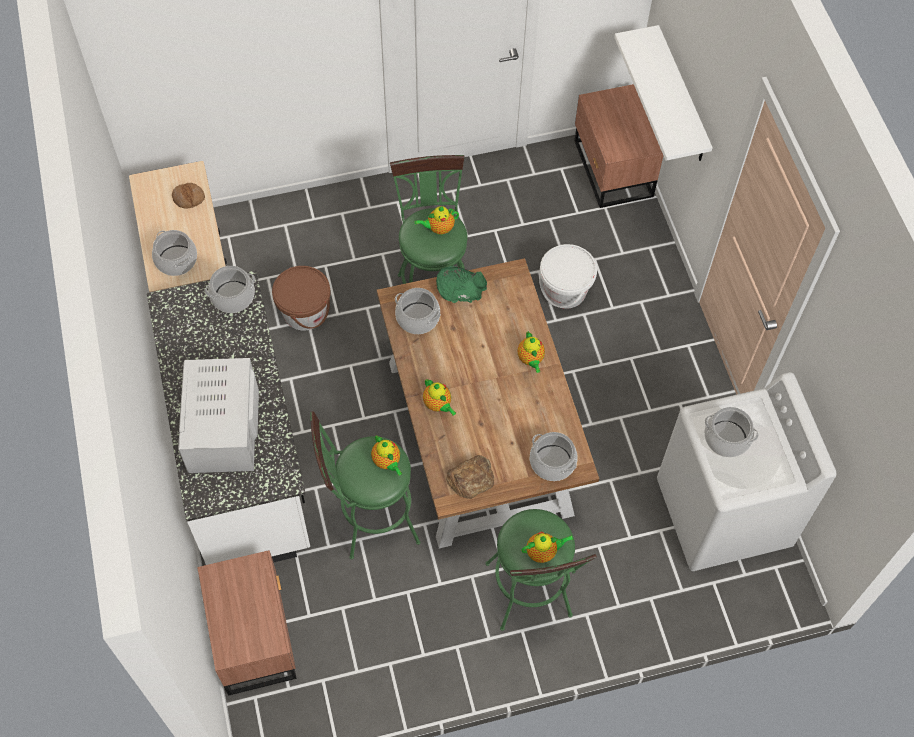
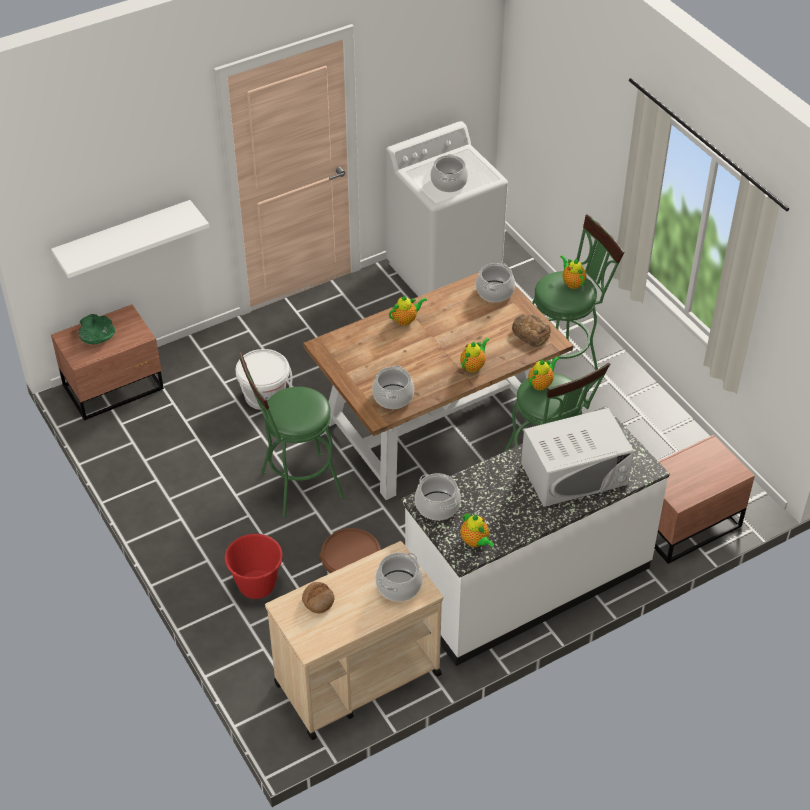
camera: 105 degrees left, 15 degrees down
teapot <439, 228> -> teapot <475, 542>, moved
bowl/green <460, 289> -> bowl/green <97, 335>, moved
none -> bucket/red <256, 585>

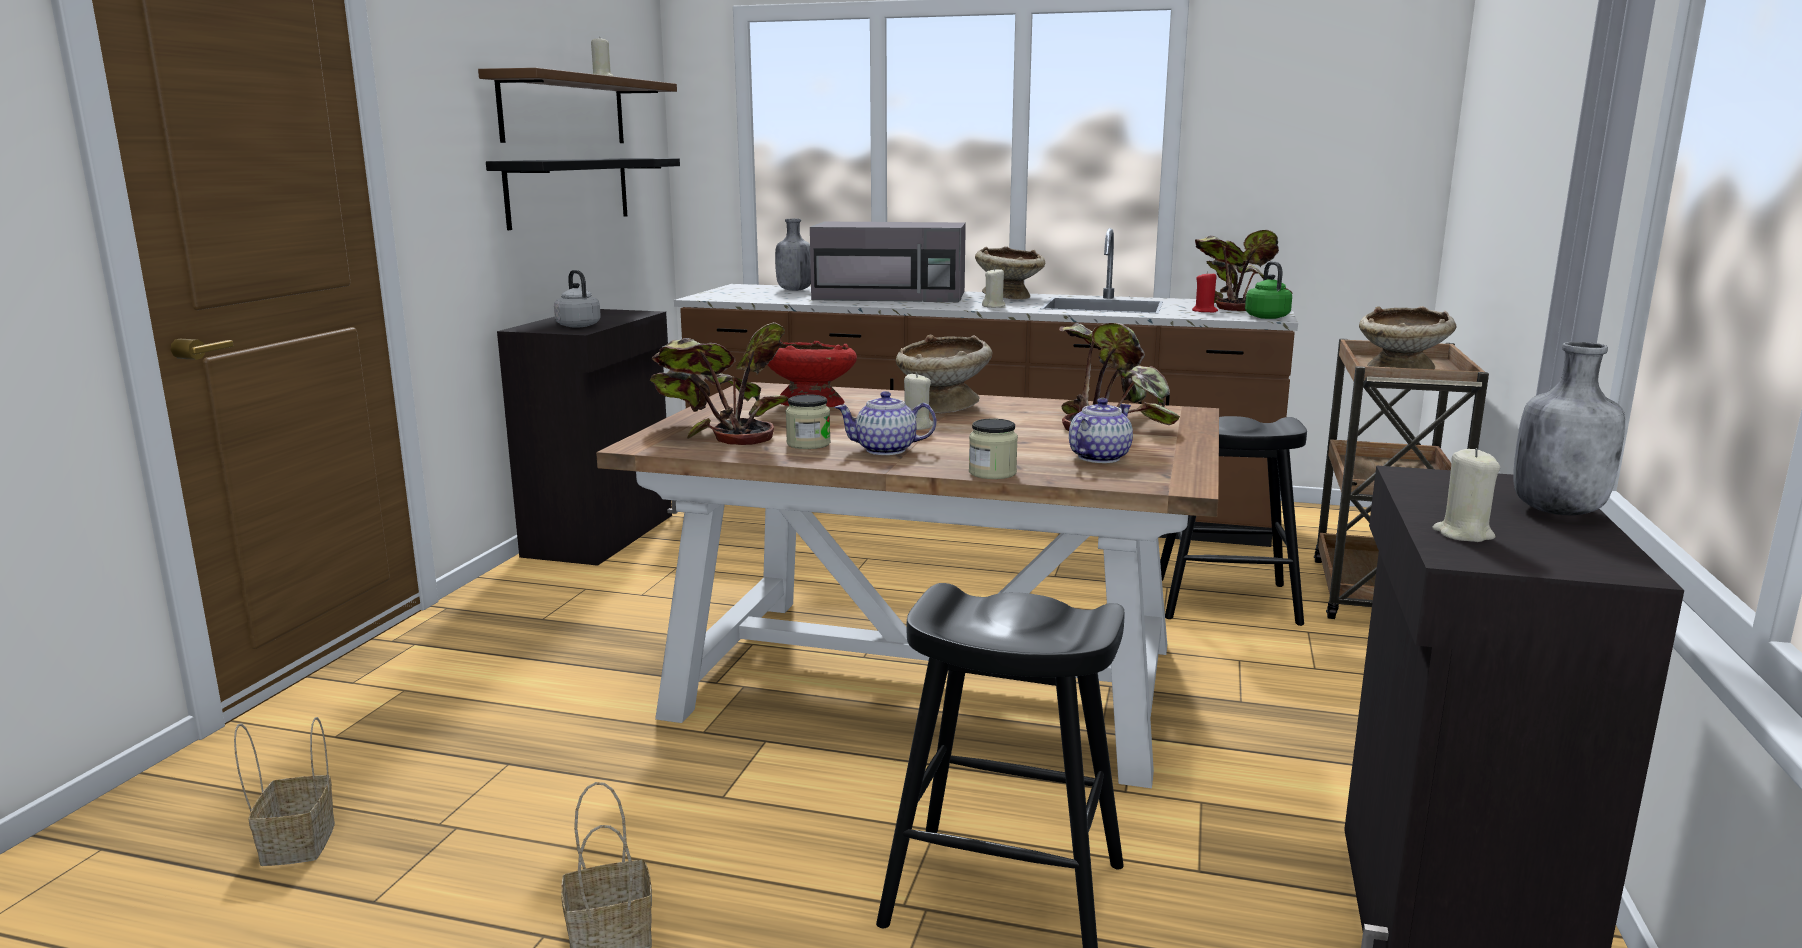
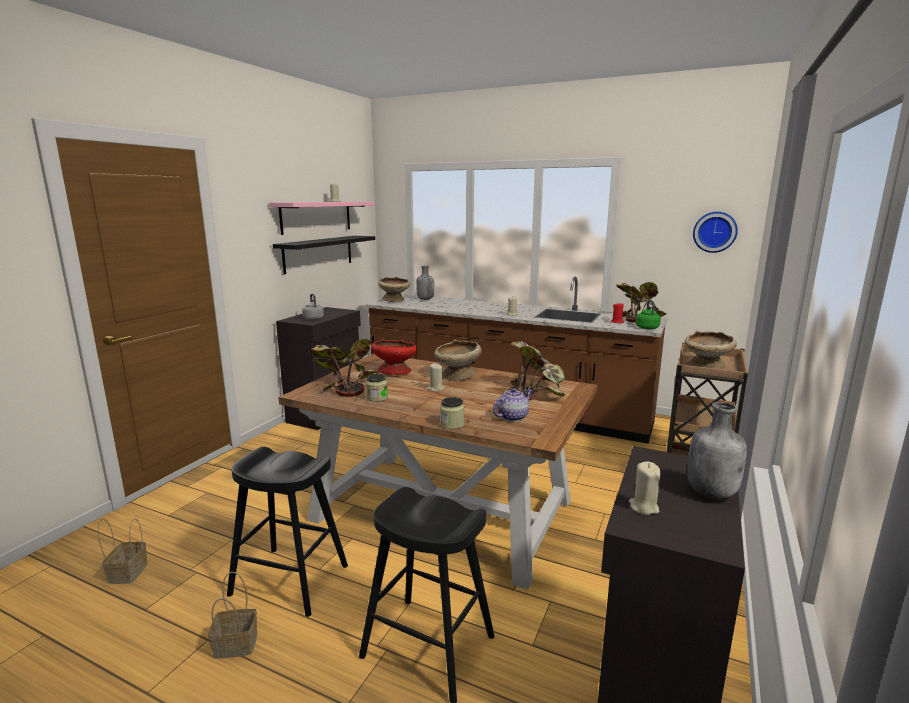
camera: 10 degrees right, 0 degrees up
shelf/brown <564, 110> -> shelf/pink <316, 217>
microwave/grey <892, 295> -> none
bowl/beige <1009, 297> -> bowl/beige <394, 300>, moved
teapot <886, 450> -> none
stool/black <1226, 601> -> stool/black <290, 580>, moved
none -> wall clock <714, 232>

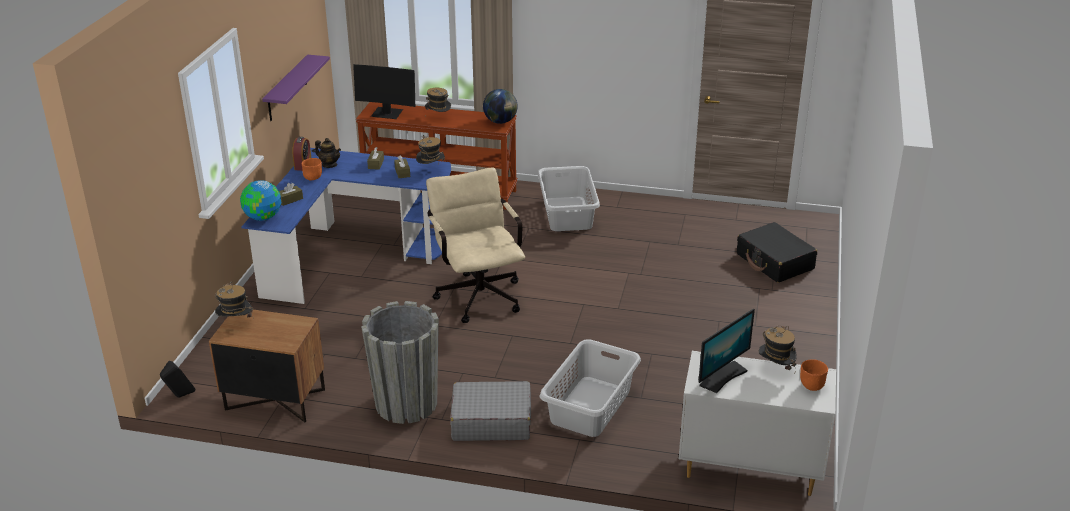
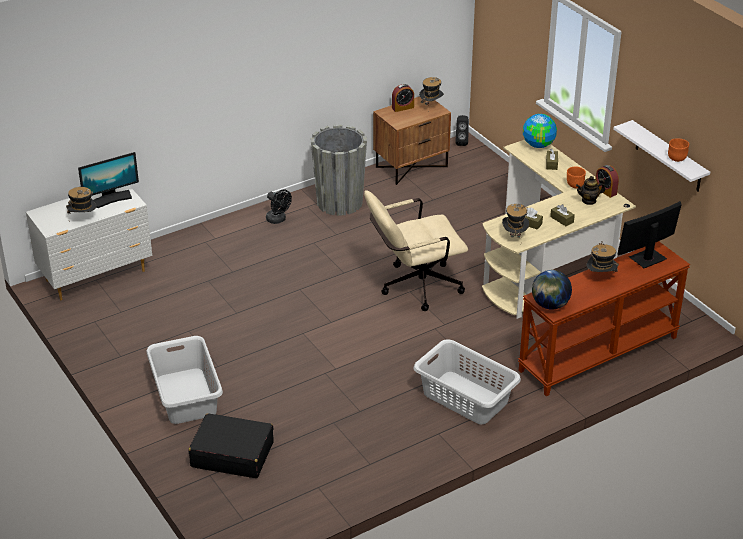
camera: 135 degrees right, 5 degrees up
shelf/purple <287, 88> -> shelf/white <668, 157>
desk/blue <350, 254> -> desk/beige <549, 263>
office chair/beige <478, 293> -> office chair/beige <414, 287>, 135 degrees clockwise
monitor <722, 376> -> monitor <111, 199>, 120 degrees counterclockwise
laundry basket/grey <589, 406> -> laundry basket/grey <187, 395>, moved
bowl/orange <811, 386> -> bowl/orange <676, 158>, moved
suitcase/grey <491, 421> -> fan/black <278, 220>
none -> alarm clock <402, 107>

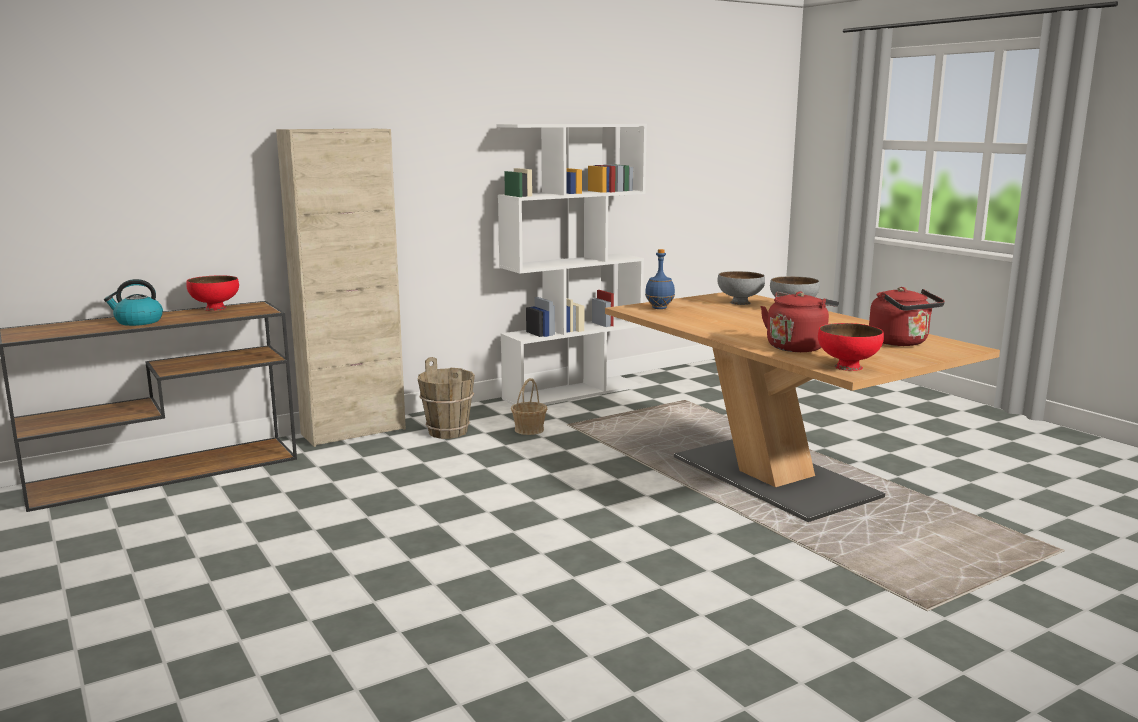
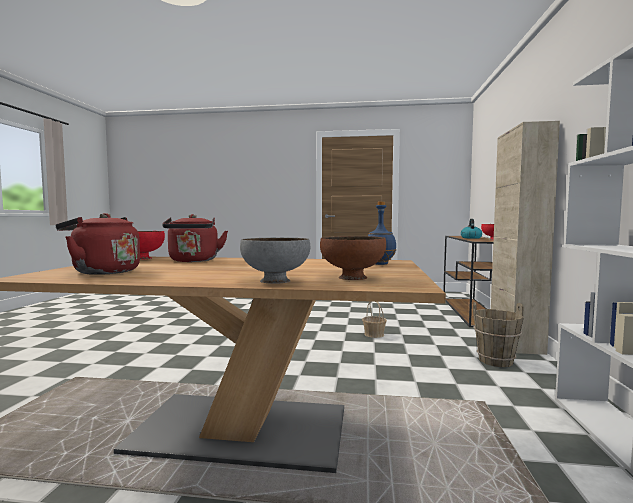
camera: 130 degrees right, 10 degrees down
bowl/grey <739, 303> -> bowl/brown <352, 277>
basket <529, 430> -> basket <374, 334>, moved

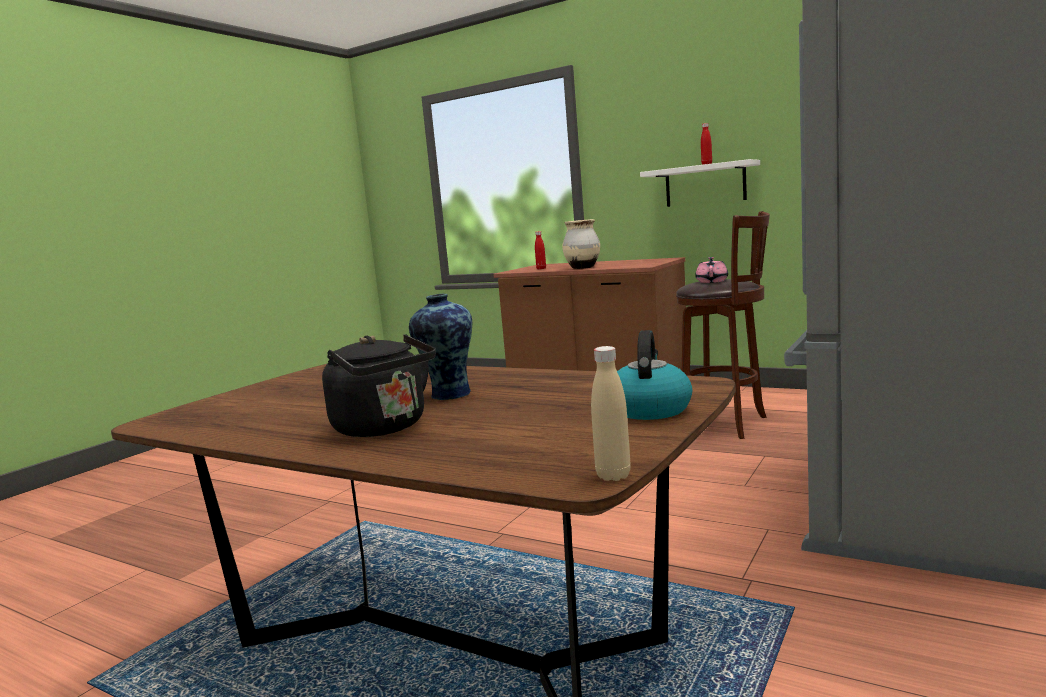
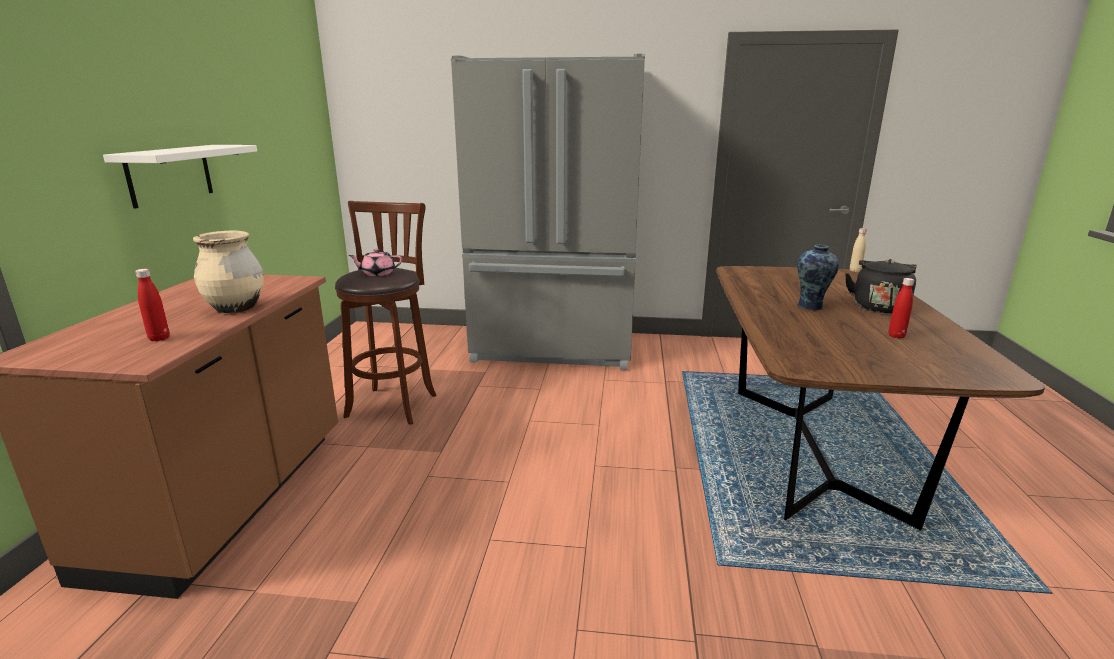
camera: 115 degrees left, 10 degrees up
bottle/red <706, 164> -> bottle/red <896, 336>, moved
kettle <649, 409> -> none

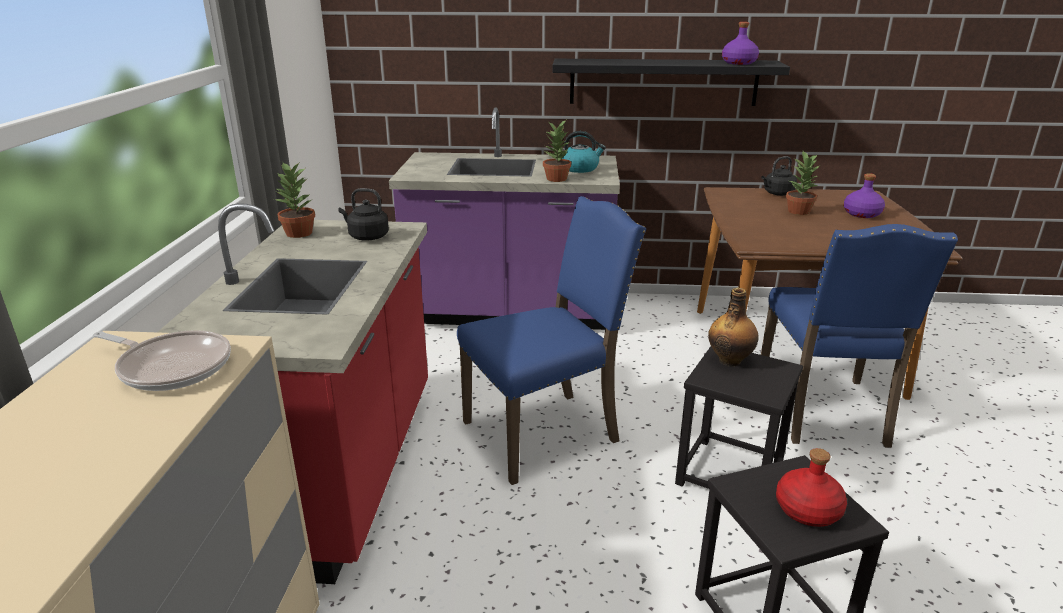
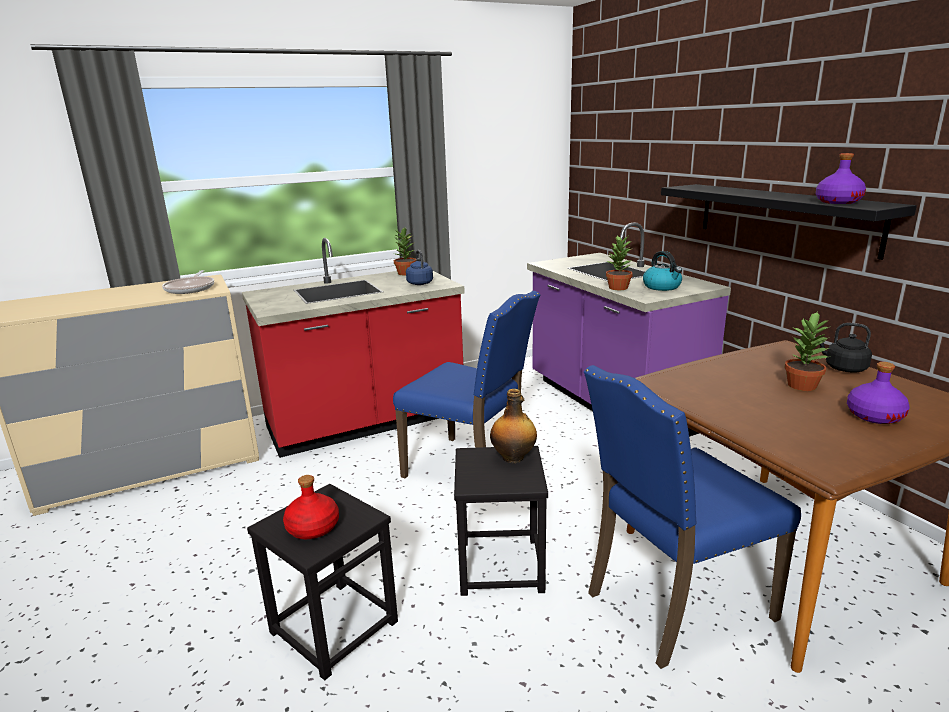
camera: 60 degrees right, 5 degrees down
kettle/black <366, 237> -> kettle/blue <419, 283>

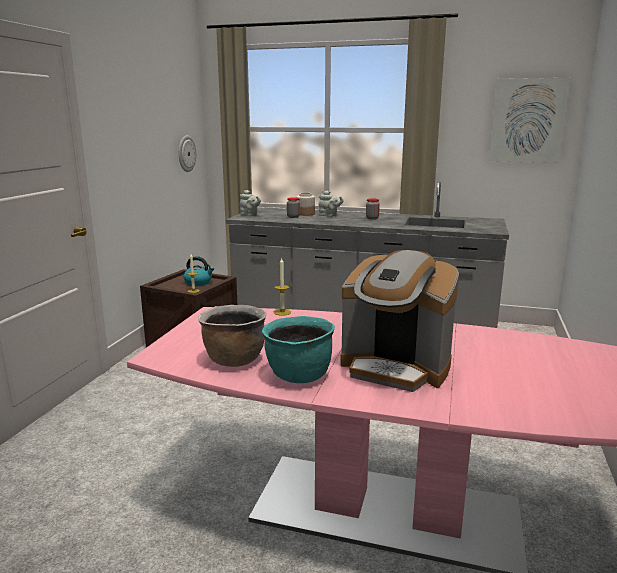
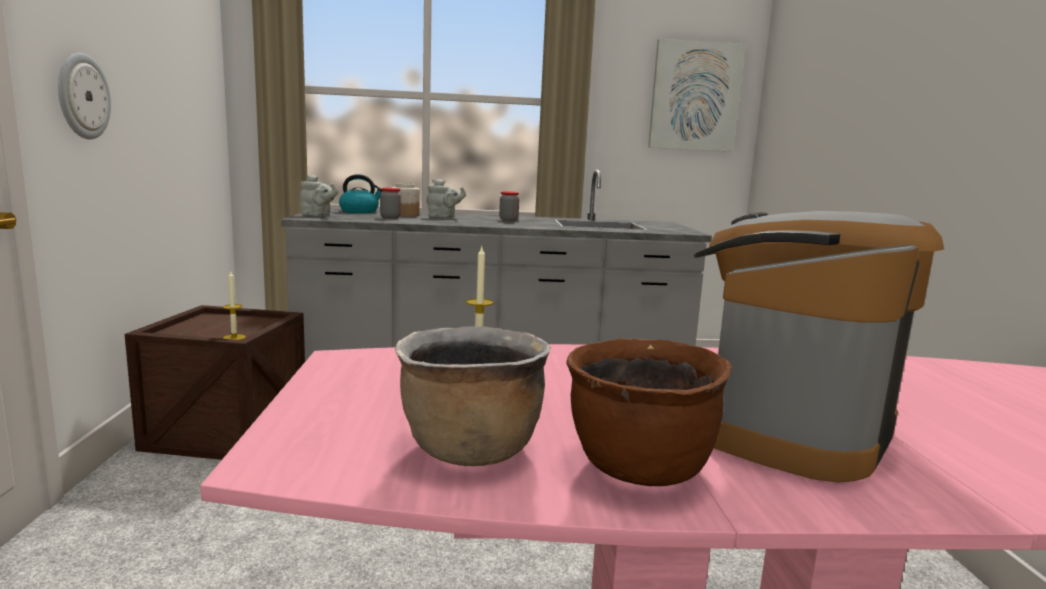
camera: 20 degrees left, 5 degrees down
wall clock <186, 153> -> wall clock <82, 96>, moved
coffee machine <396, 368> -> coffee machine <787, 429>, 120 degrees clockwise
kettle <198, 282> -> kettle <360, 211>, moved
cooking pot/turquoise <298, 376> -> cooking pot/brown <639, 469>

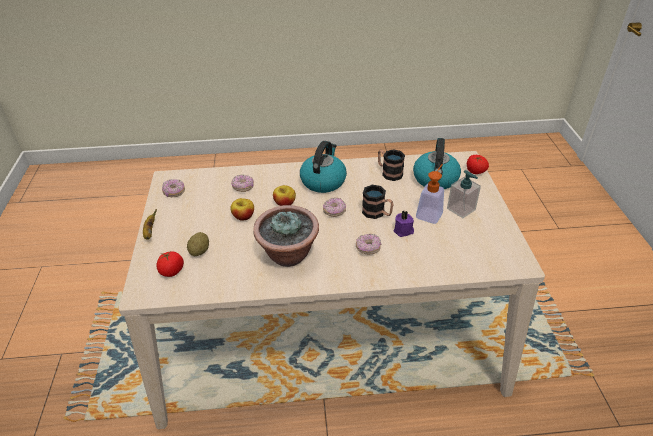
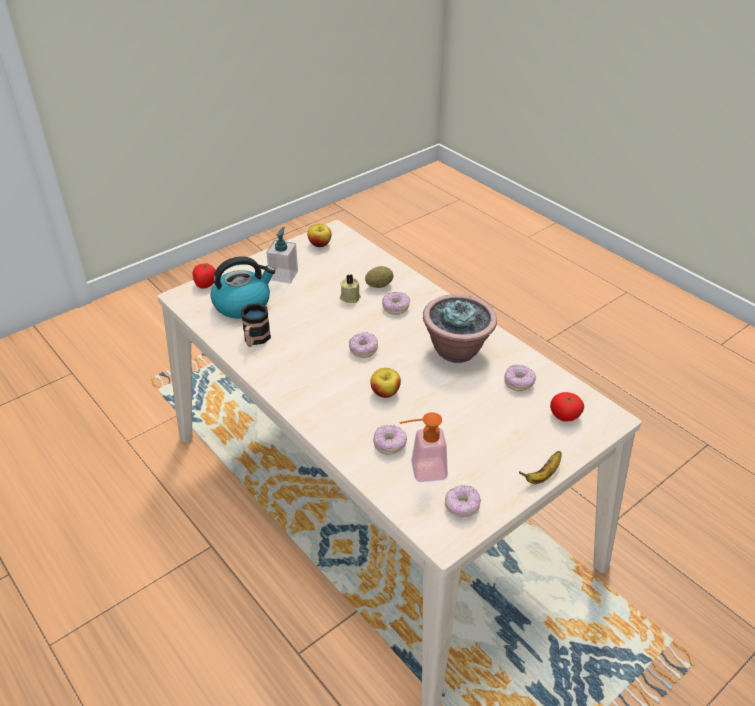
camera: 125 degrees left, 0 degrees up
kettle <323, 181> -> none
soap dispenser <430, 213> -> soap dispenser <421, 471>, moved
mug <377, 213> -> none
apple <243, 217> -> apple <320, 244>, moved
candle/purple <403, 231> -> candle/beige <350, 297>
potato <199, 251> -> potato <379, 285>, moved
none -> donut <518, 383>

